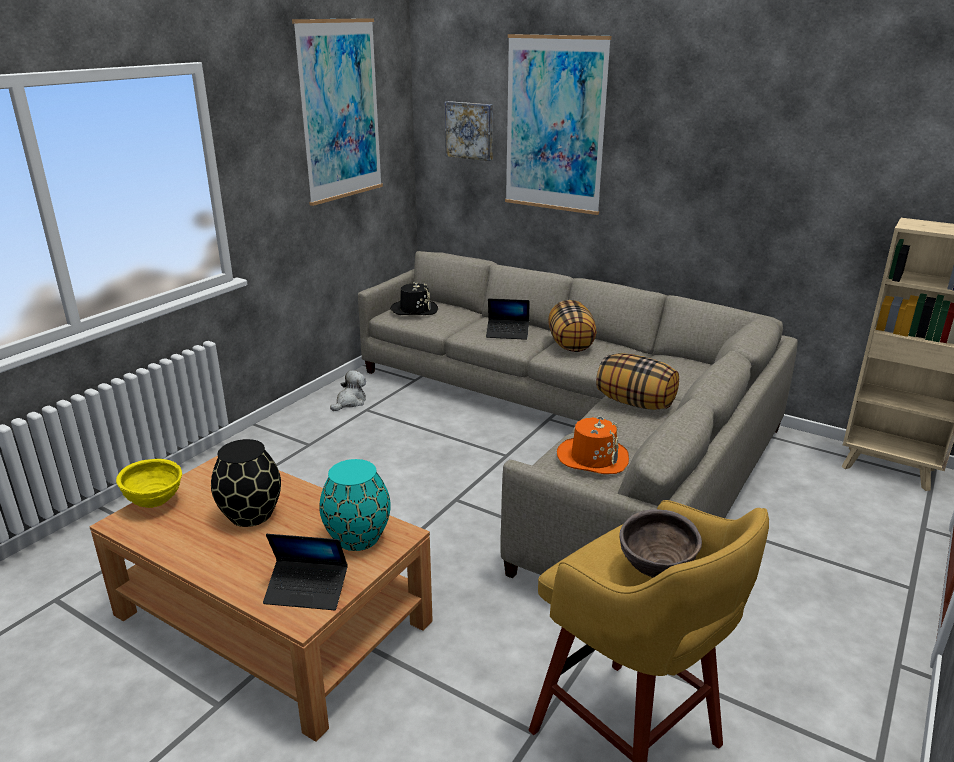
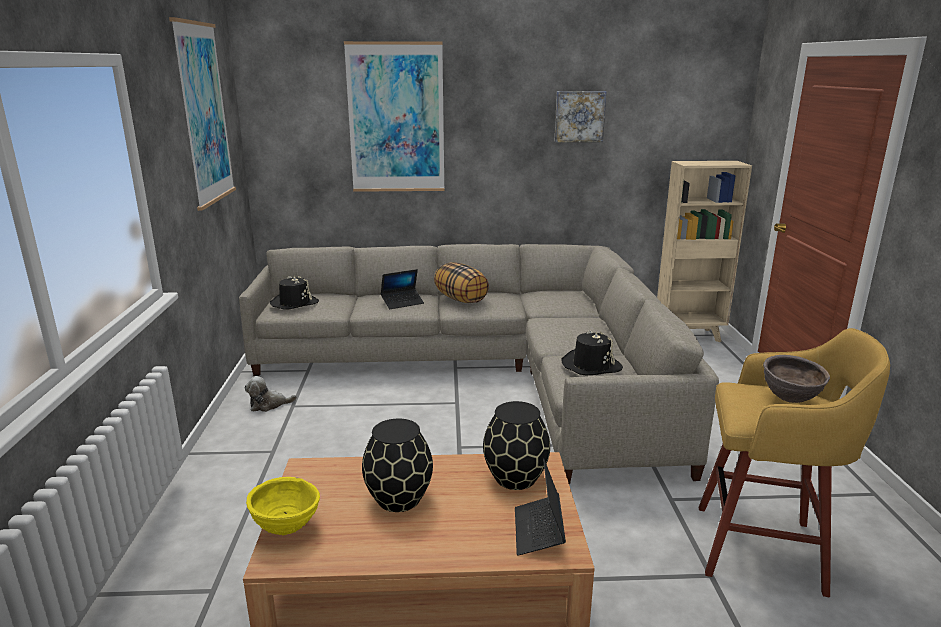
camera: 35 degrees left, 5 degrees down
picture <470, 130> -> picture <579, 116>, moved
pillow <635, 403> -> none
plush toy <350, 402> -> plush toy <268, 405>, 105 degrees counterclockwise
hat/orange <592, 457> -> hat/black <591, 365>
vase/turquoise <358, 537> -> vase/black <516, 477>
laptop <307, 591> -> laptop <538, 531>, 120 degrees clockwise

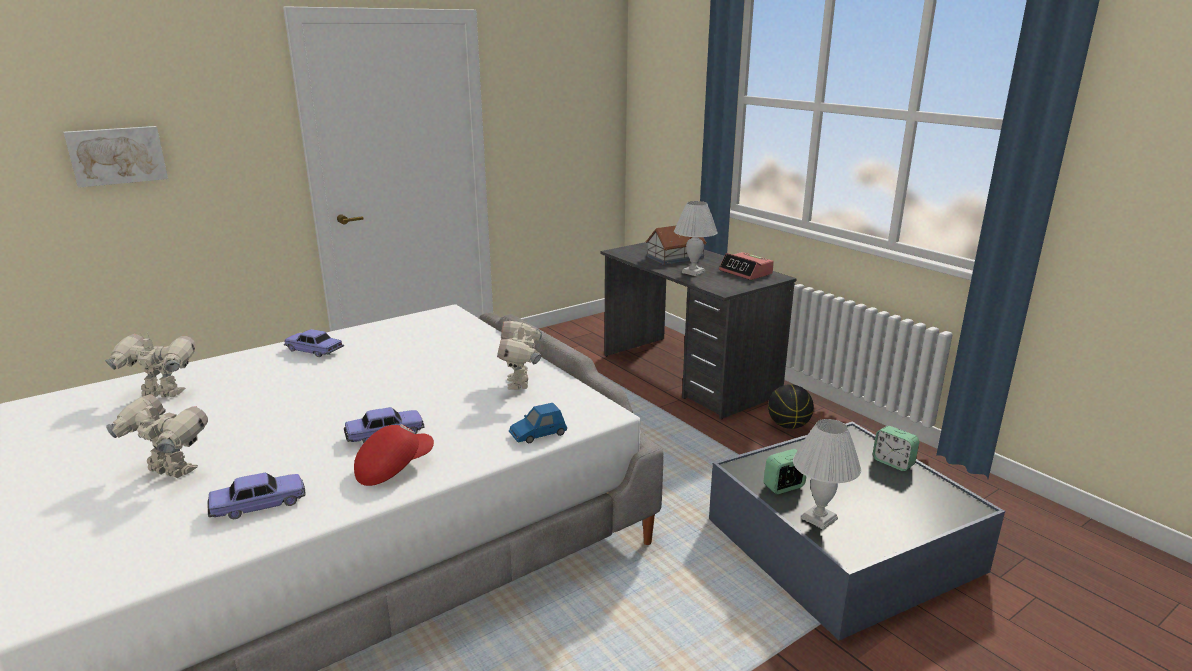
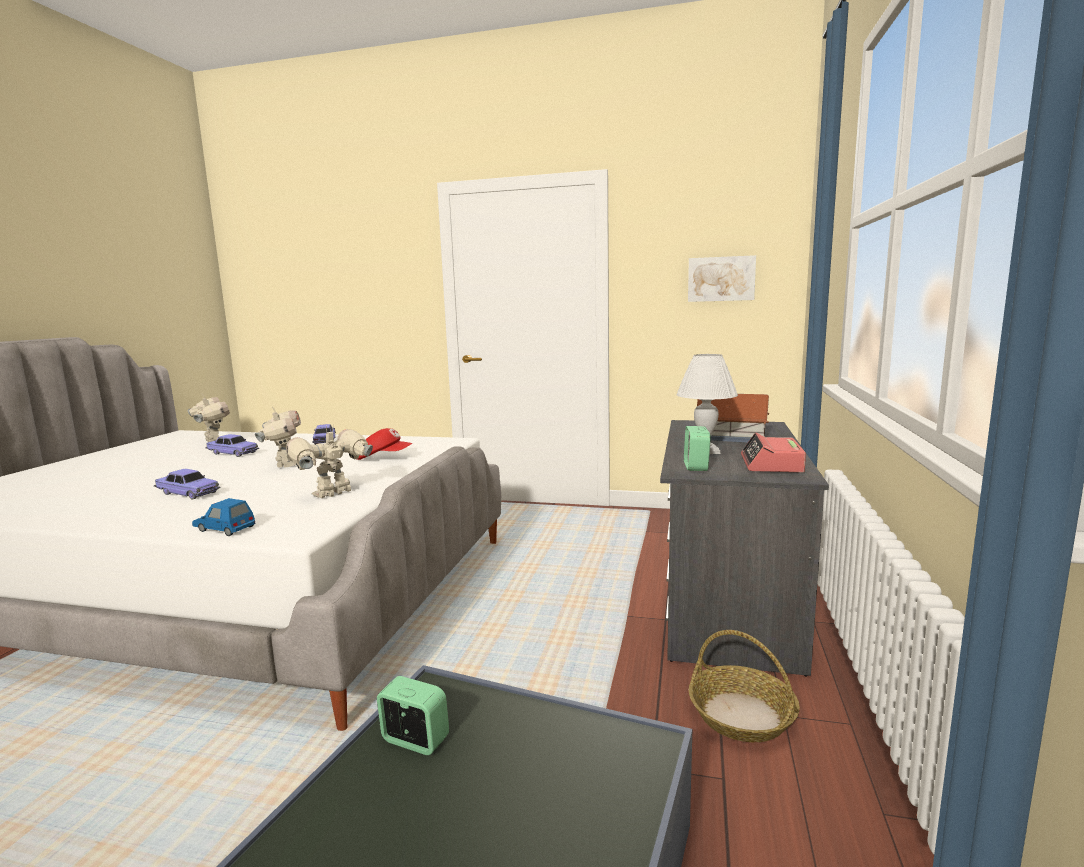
camera: 50 degrees right, 10 degrees down
picture <117, 155> -> picture <721, 279>, moved
basketball <788, 425> -> basket <742, 715>
toy robot <170, 472> -> toy robot <284, 465>, moved
table lamp/white <818, 518> -> none
cap/red <394, 468> -> cap/red <384, 458>, moved
alarm clock <893, 462> -> alarm clock <696, 467>, moved
toy car <259, 505> -> toy car <233, 453>, moved

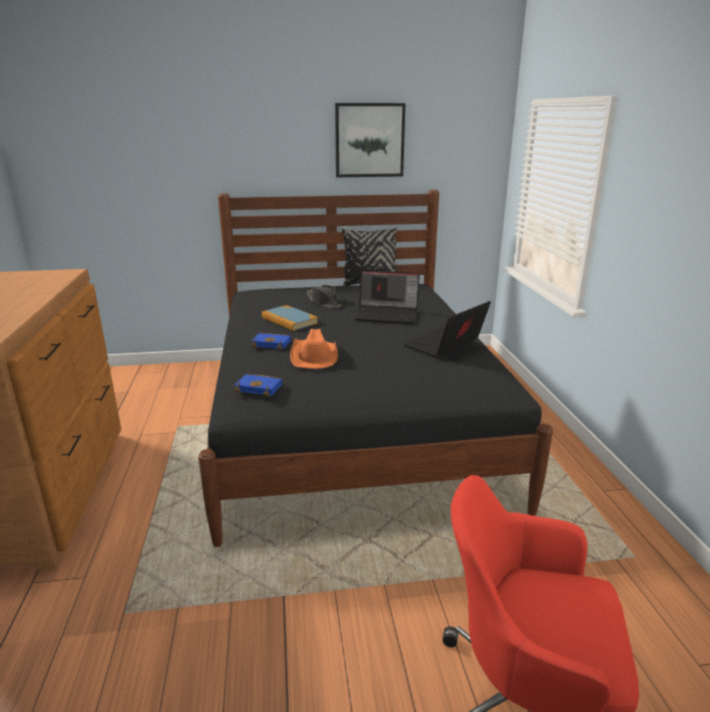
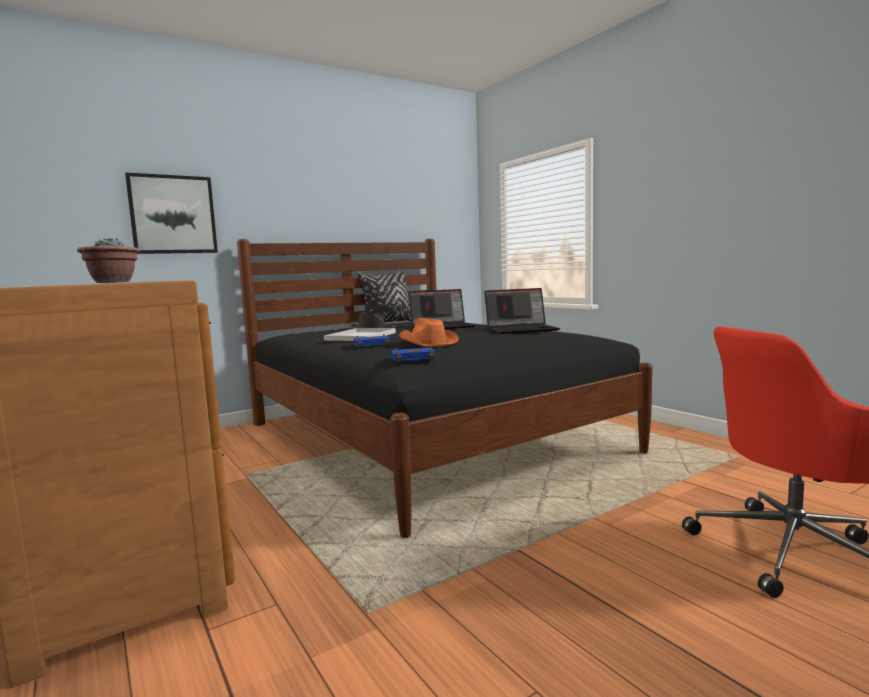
camera: 25 degrees left, 15 degrees down
picture <369, 140> -> picture <173, 215>, moved
laptop <444, 345> -> laptop <522, 330>, 120 degrees counterclockwise
book <289, 320> -> tray/white <361, 336>
none -> potted plant <113, 282>

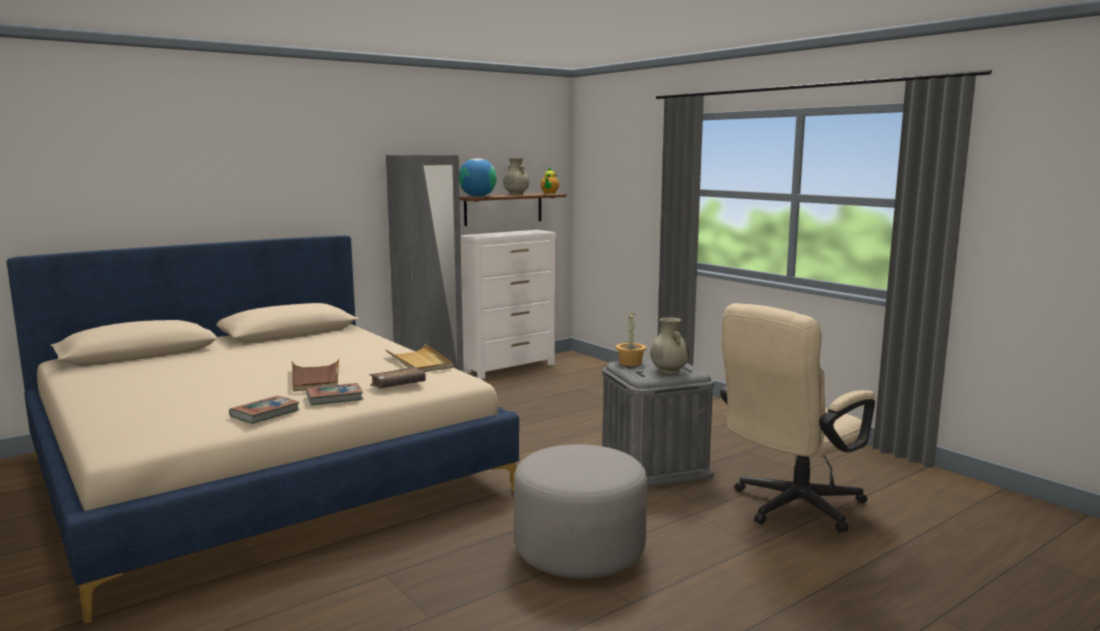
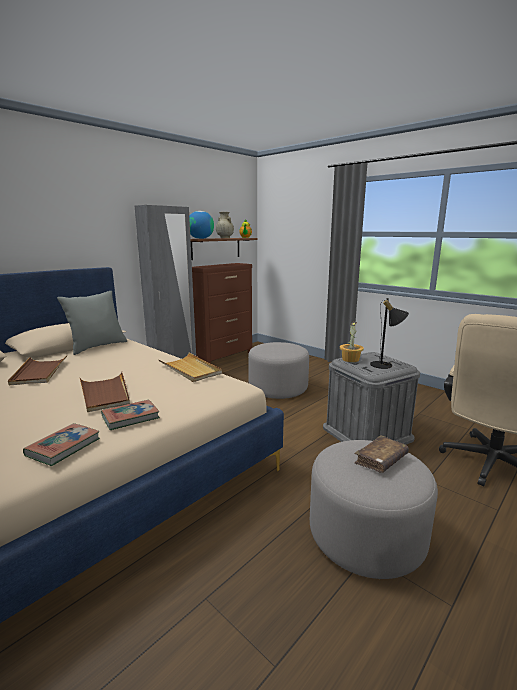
camera: 10 degrees left, 5 degrees up
dresser/white <510, 368> -> dresser/brown <224, 356>
vase/beige <668, 371> -> table lamp/black <385, 365>
book/brown <398, 385> -> book/brown <381, 460>, moved
none -> pillow/grey <97, 346>
none -> ottoman/grey <278, 388>
none -> tray/brown <39, 372>

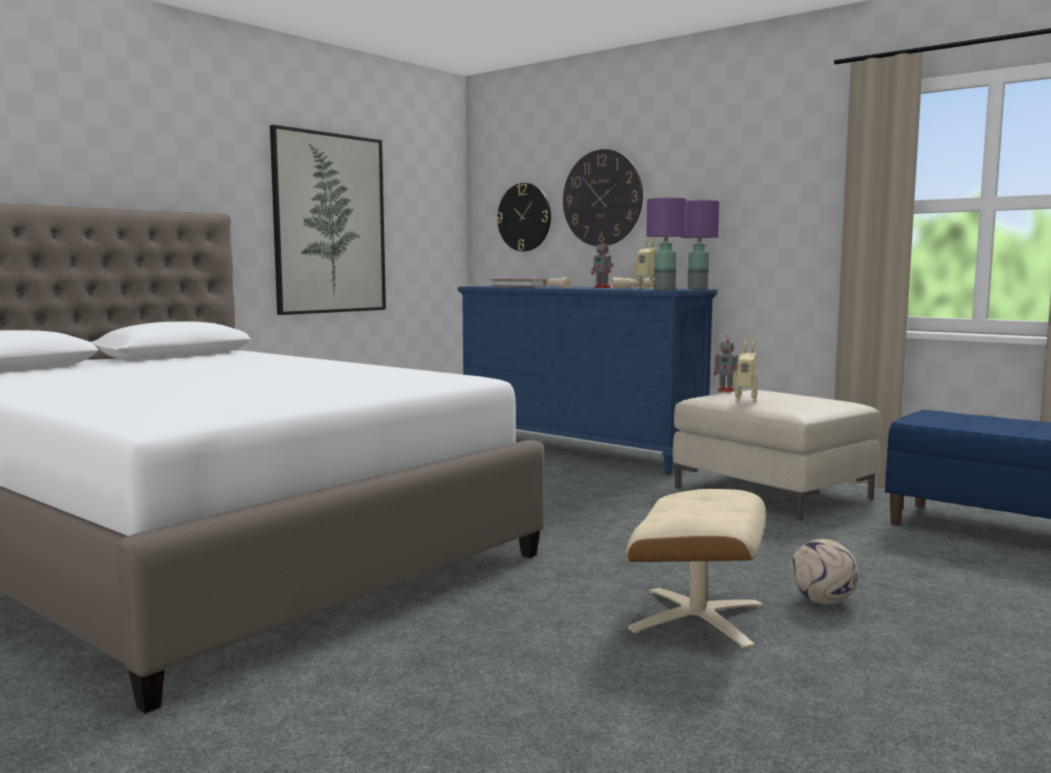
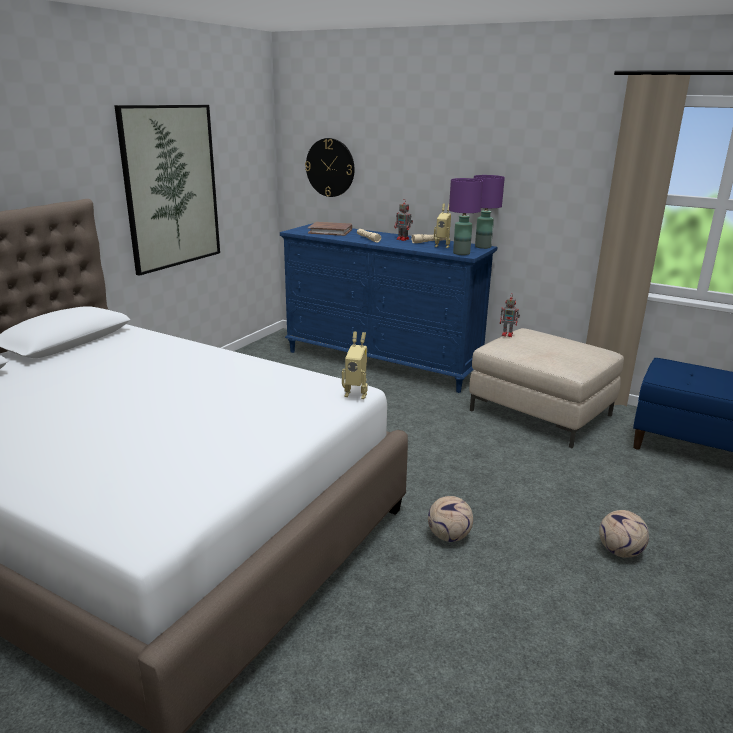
camera: 10 degrees left, 15 degrees up
wall clock <602, 198> -> none
toy robot <746, 400> -> toy robot <356, 393>, moved
ottoman/beige <698, 617> -> none
none -> football <448, 536>

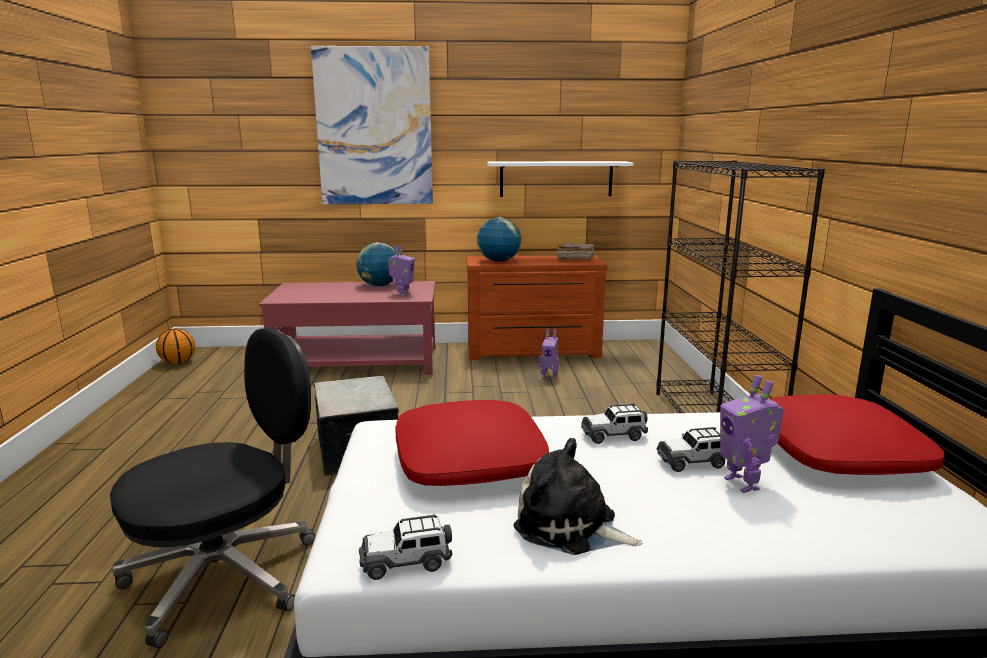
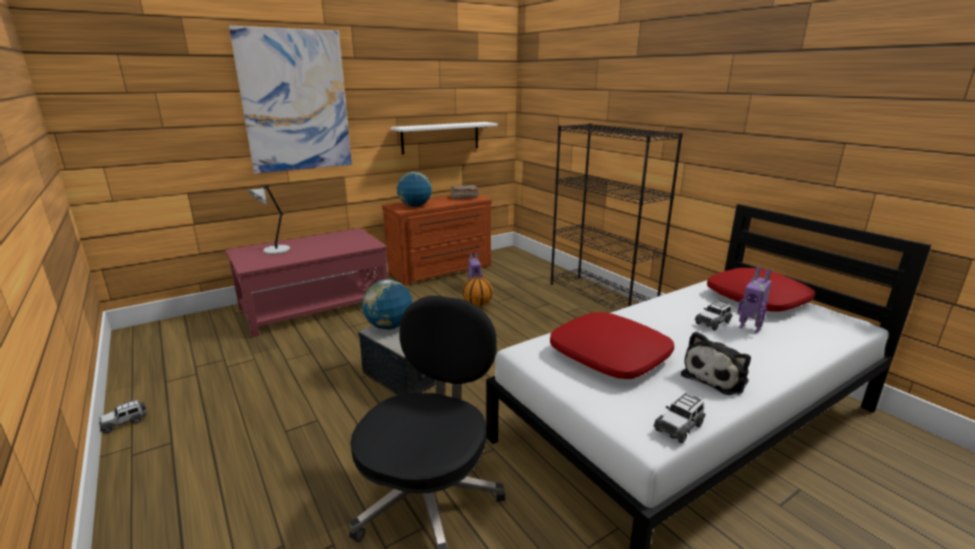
camera: 30 degrees left, 5 degrees up
globe <379, 286> -> globe <389, 326>, moved
toy robot <402, 294> -> none
basketball <178, 363> -> basketball <478, 305>, moved
toy car <613, 435> -> toy car <124, 422>, moved
plush toy <571, 527> -> plush toy <717, 377>, 45 degrees counterclockwise
none -> table lamp/grey <275, 250>

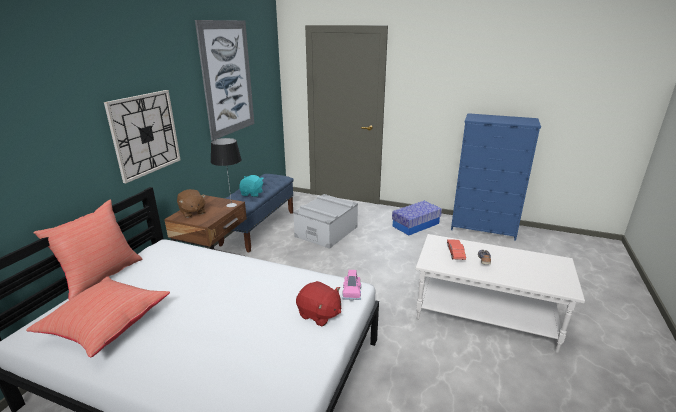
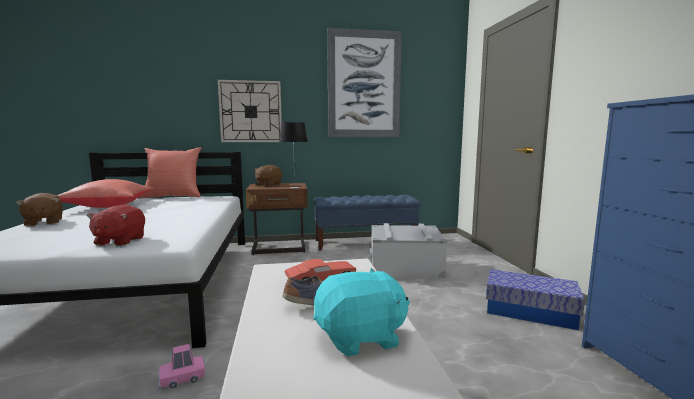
camera: 60 degrees right, 15 degrees down
plush toy/turquoise <252, 193> -> plush toy/turquoise <361, 337>, moved
toy car/pink <351, 292> -> toy car/pink <182, 378>, moved
none -> plush toy/brown <43, 222>

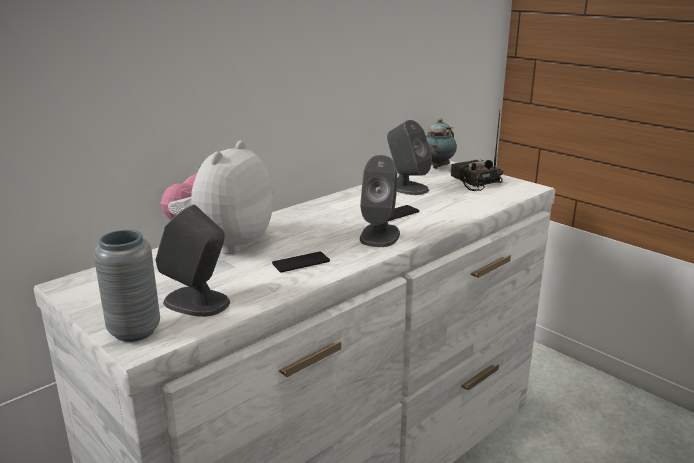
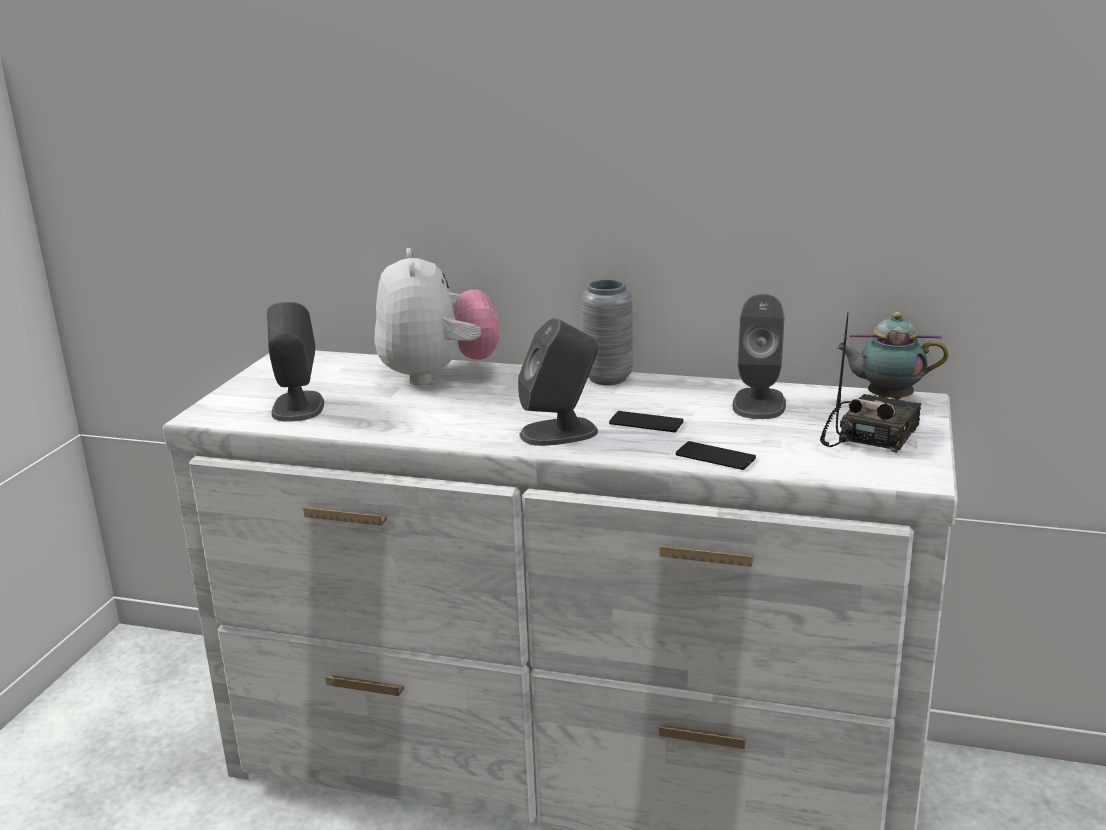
camera: 60 degrees right, 0 degrees up
plush toy <223, 244> -> plush toy <437, 375>, 90 degrees clockwise
vase/grey <134, 331> -> vase/grey <608, 378>, moved
phone <301, 263> -> phone <715, 457>, moved

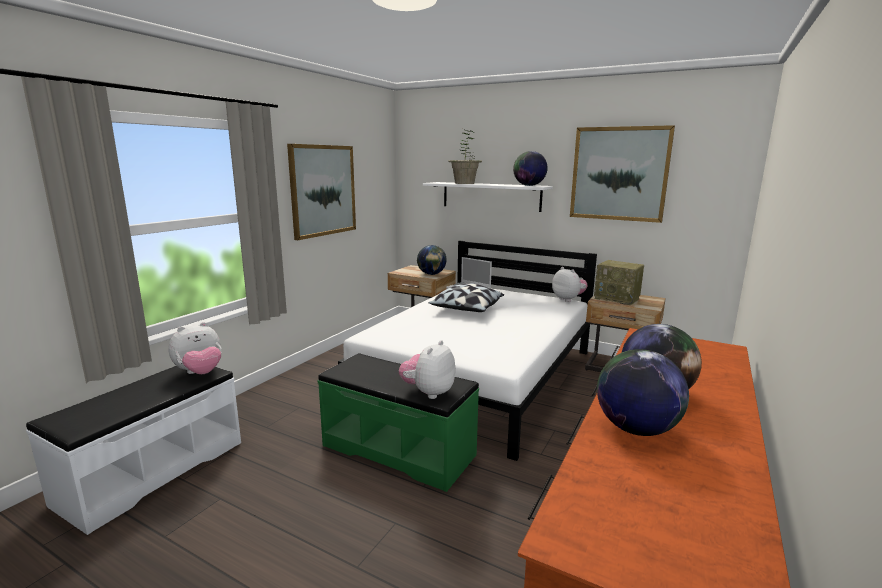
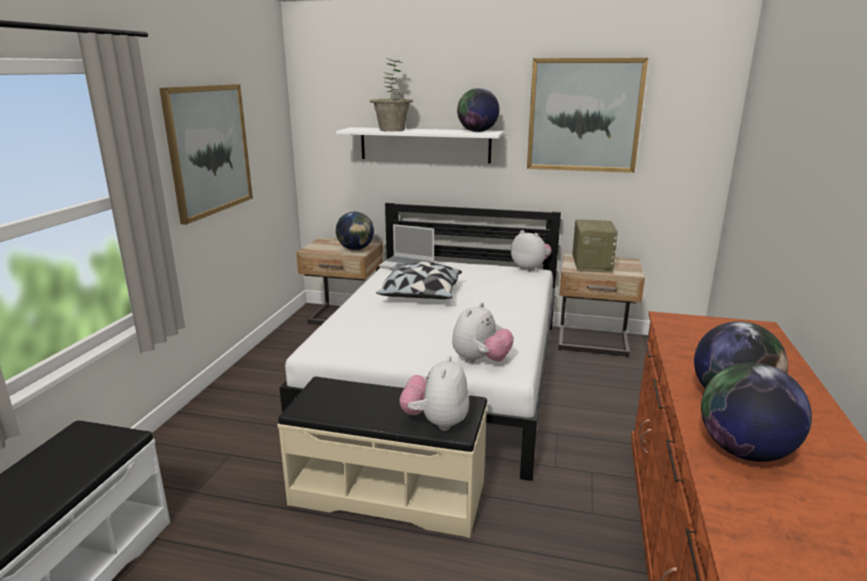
camera: 15 degrees left, 5 degrees up
radio <617, 298> -> radio <591, 264>, 105 degrees counterclockwise
plush toy <200, 373> -> plush toy <480, 361>, moved
bench/green <399, 449> -> bench/beige <388, 492>

